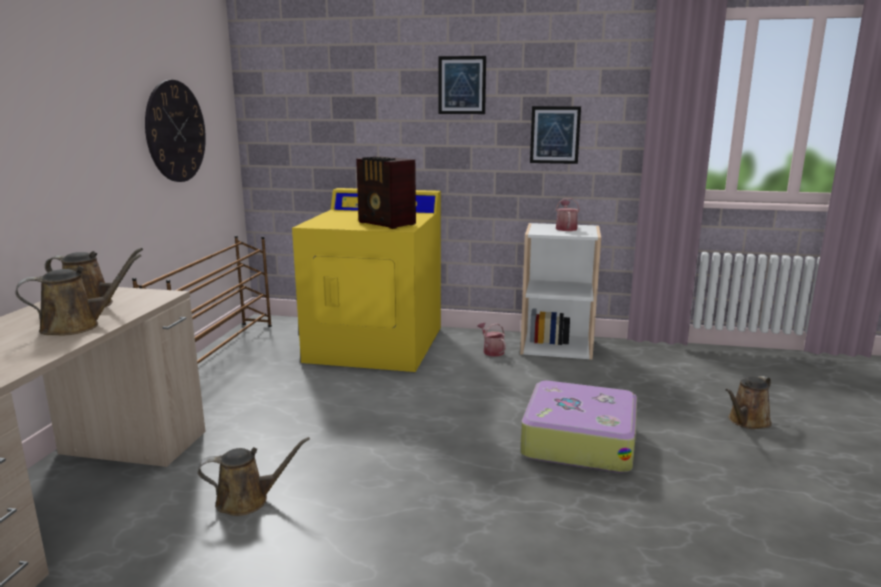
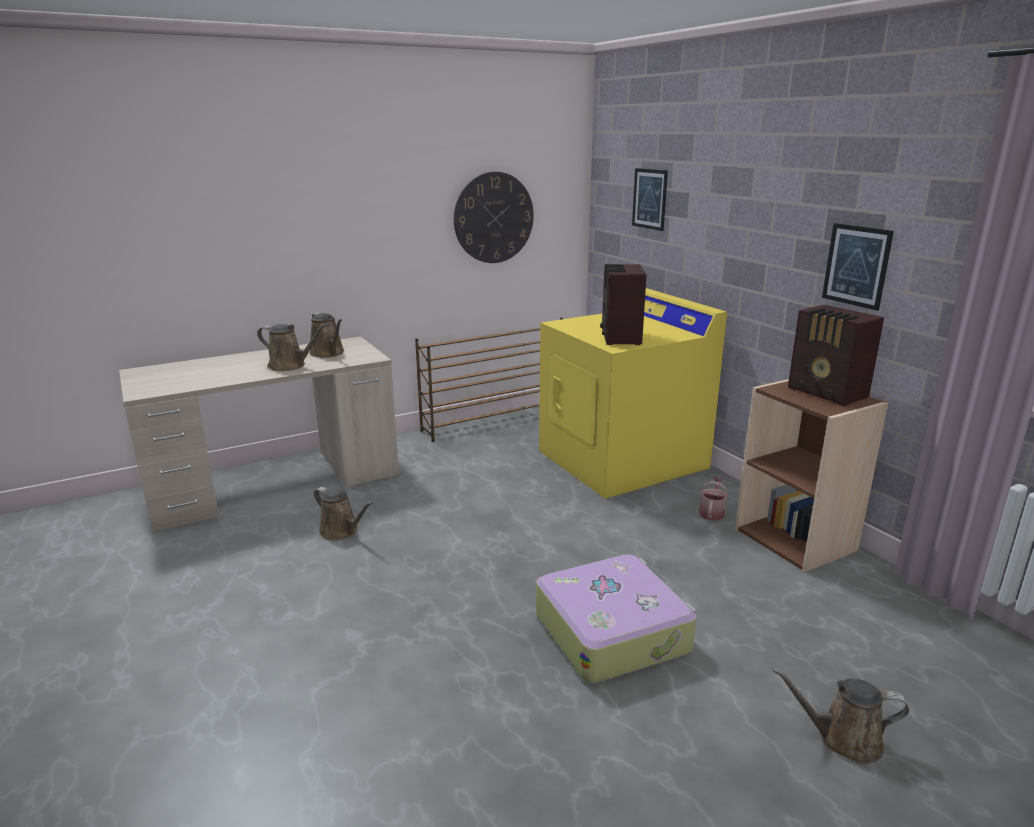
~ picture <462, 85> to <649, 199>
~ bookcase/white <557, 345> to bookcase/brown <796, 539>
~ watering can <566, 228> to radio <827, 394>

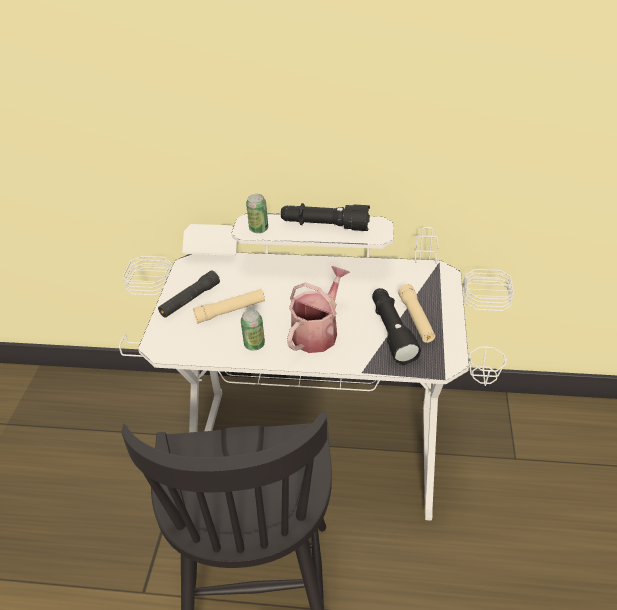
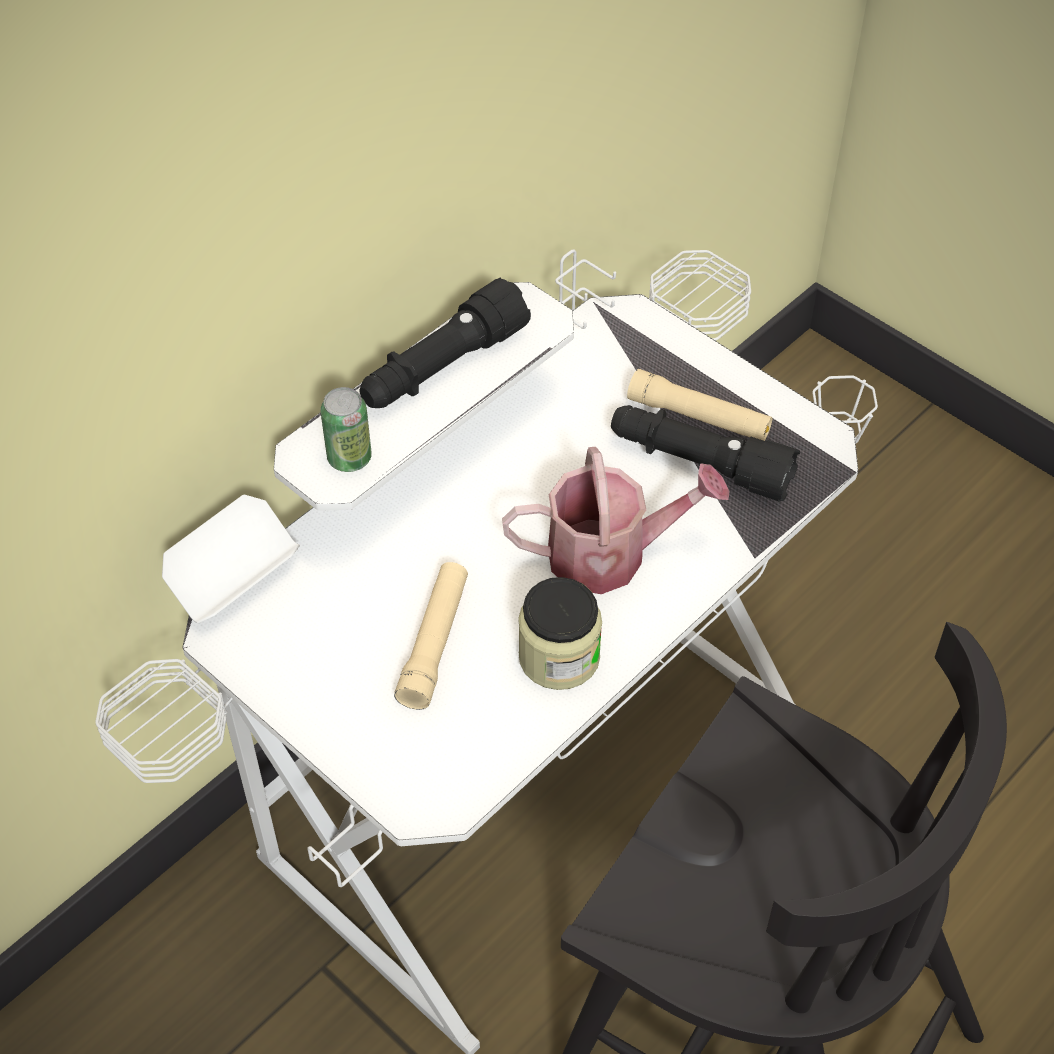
~ watering can <318, 332> = <610, 554> 105 degrees clockwise
~ can <254, 344> to jar <559, 657>
- flashlight/black <190, 300>

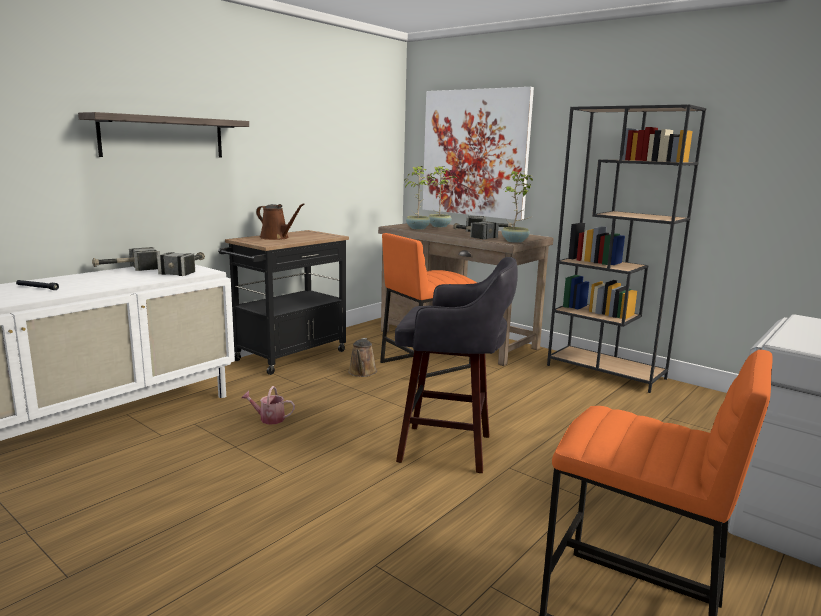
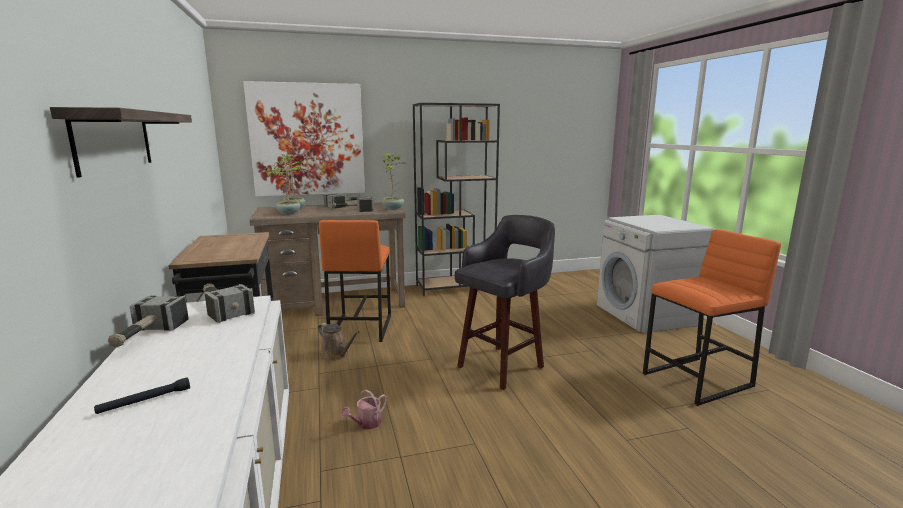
- watering can/brown <276, 238>

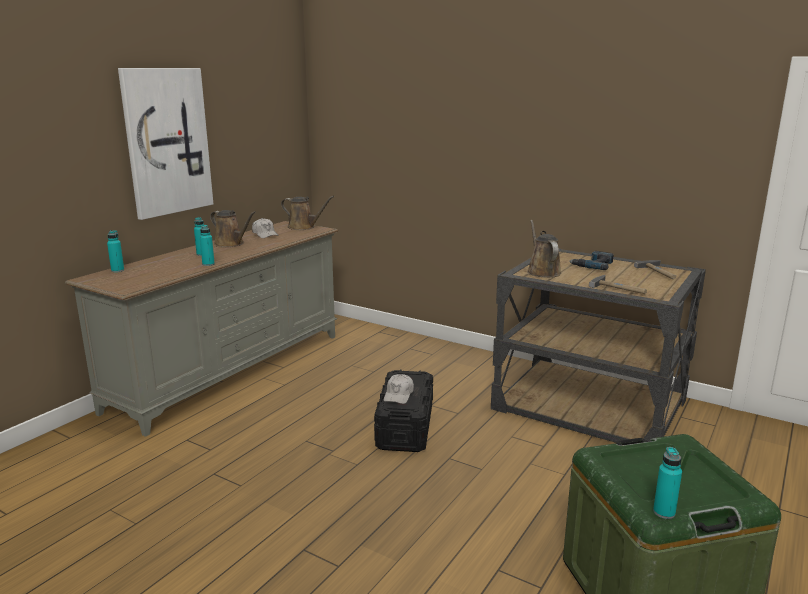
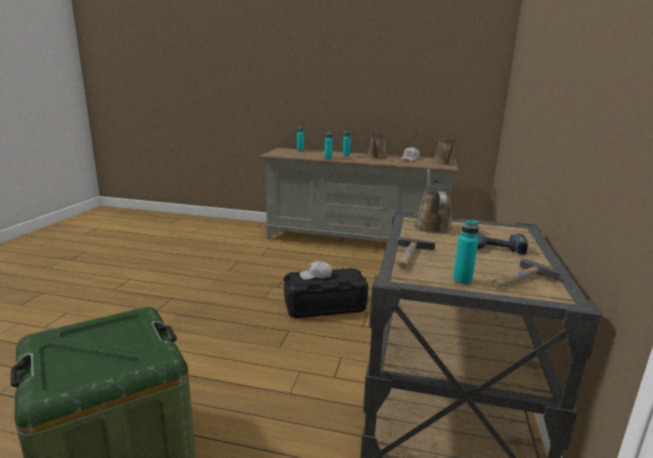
~ watering can/brown <542, 271> = <431, 226> 60 degrees counterclockwise
~ bottle/turquoise <664, 512> to <462, 280>
- picture <167, 142>

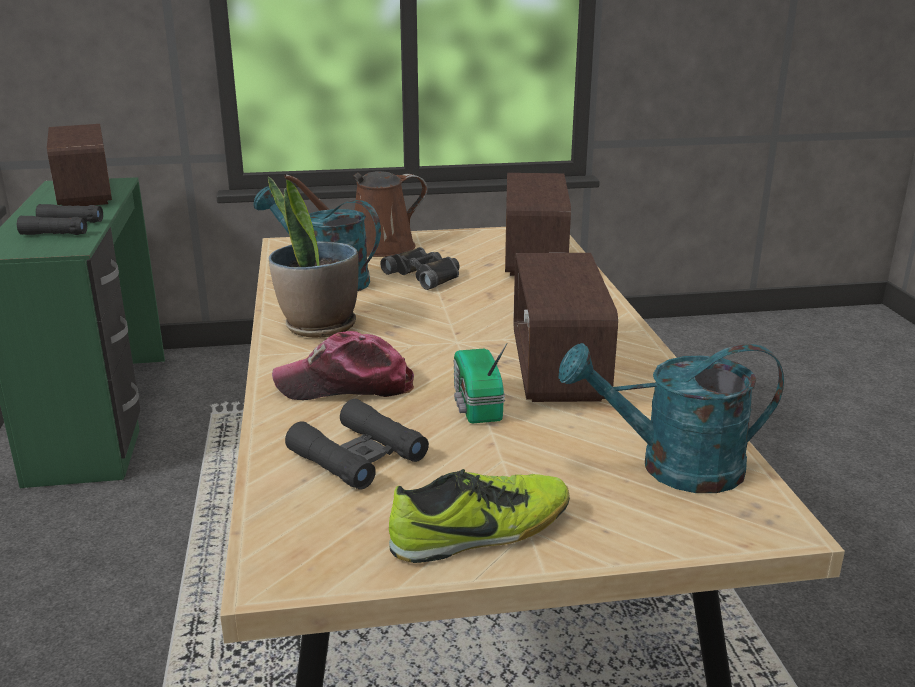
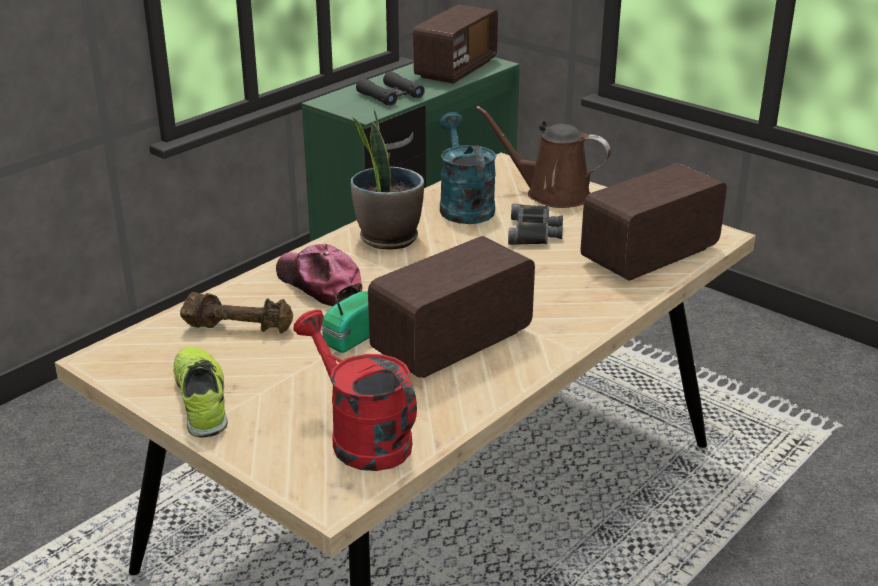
~ shoe <481, 533> = <202, 400> 135 degrees counterclockwise
~ binoculars/black <358, 456> to dumbbell/brown <239, 327>
~ watering can/turquoise <673, 467> to watering can/red <361, 437>

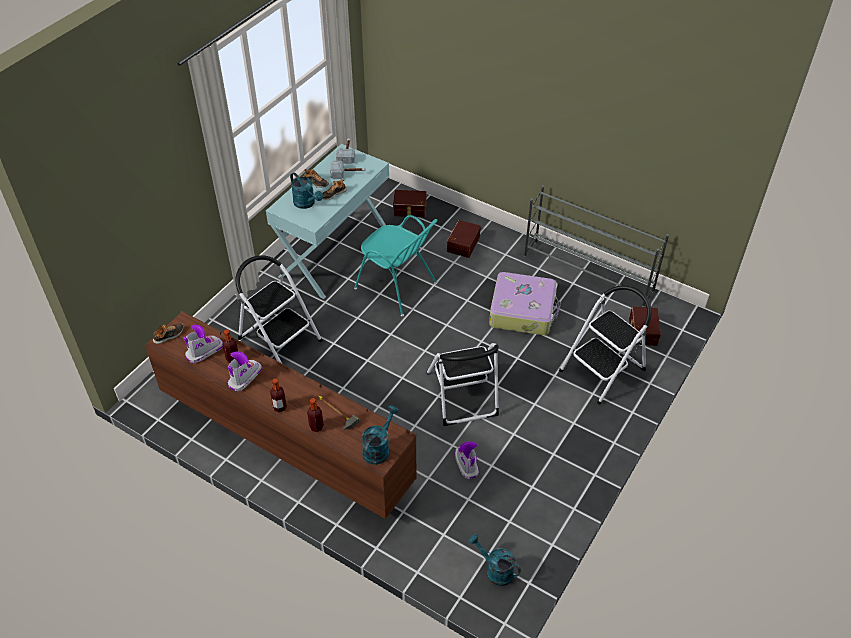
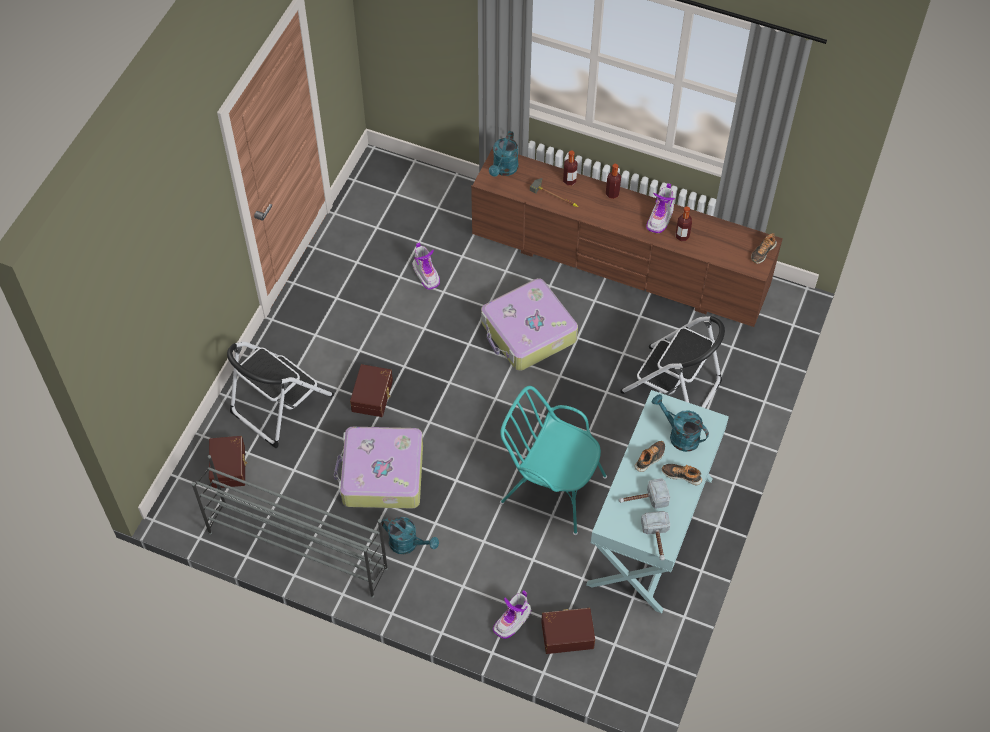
~ storage box/brown <462, 244> to <373, 396>
~ watering can/turquoise <495, 570> to <408, 544>
+ suitcase <528, 333>
~ boot <204, 351> to <512, 620>
- step ladder <462, 396>

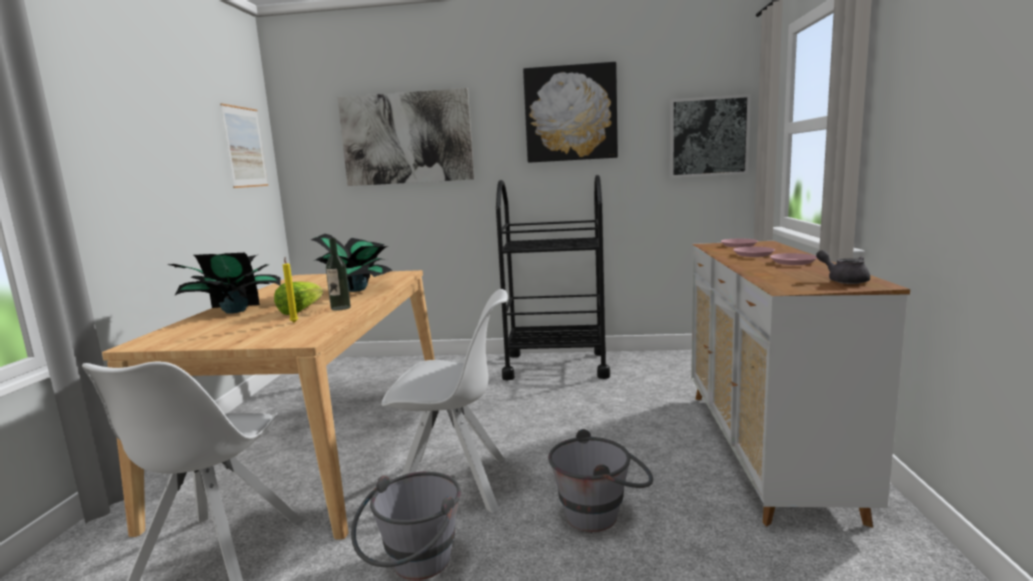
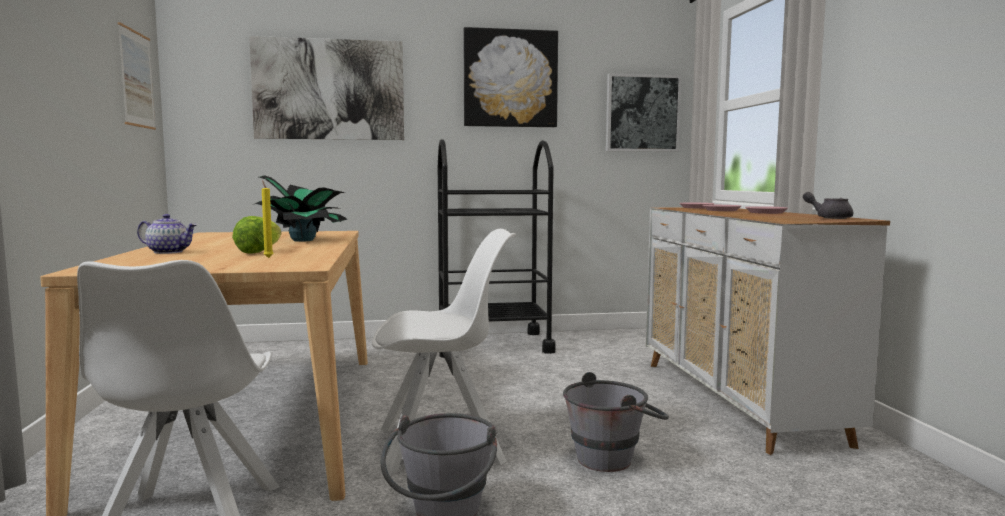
~ potted plant <234, 311> to teapot <169, 252>
- bottle <340, 308>

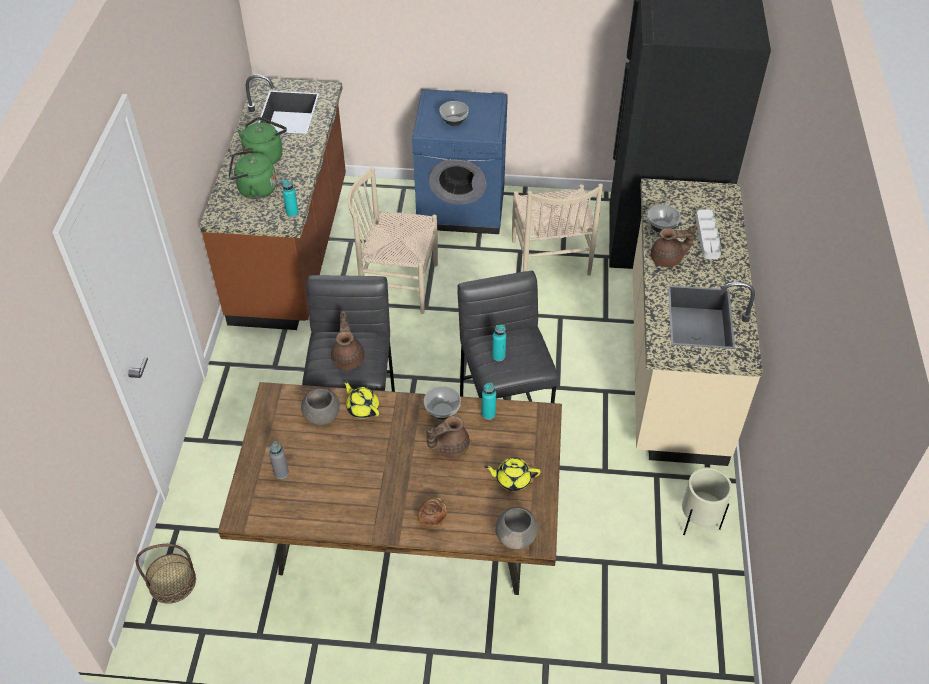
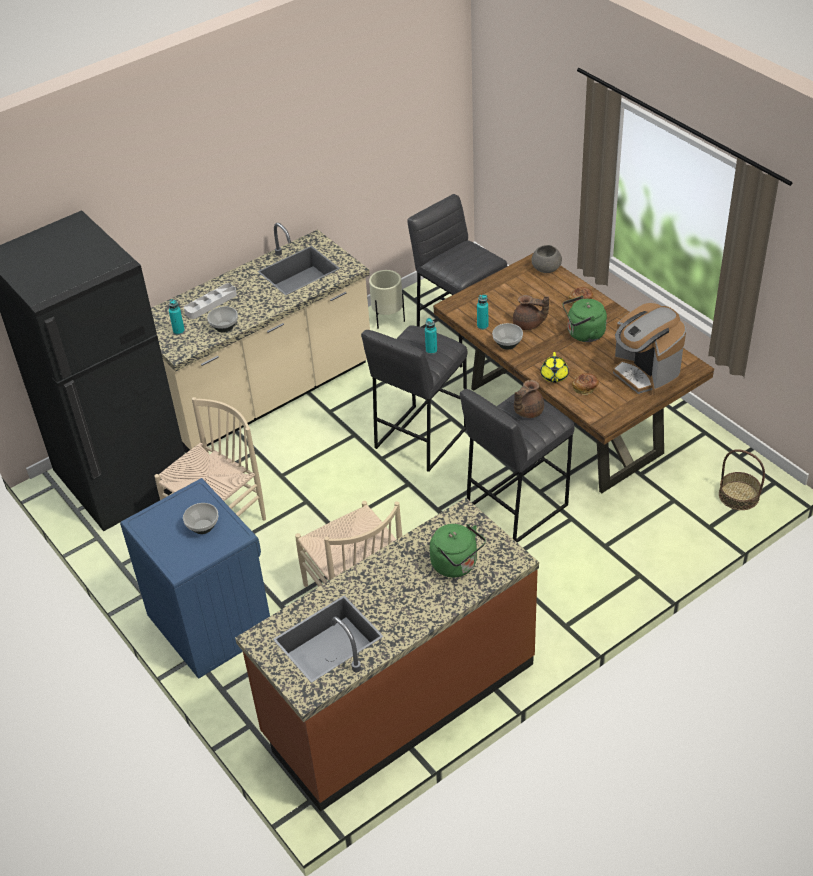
~ bottle/turquoise <292, 213> to <179, 331>
+ stool/grey <459, 337>
~ kettle/green <265, 156> to <583, 334>
~ bowl/grey <322, 416> to bread <585, 388>
~ bottle/grey <281, 473> to coffee machine <645, 373>
- teapot/yellow <512, 479>
- teapot/brown <668, 259>

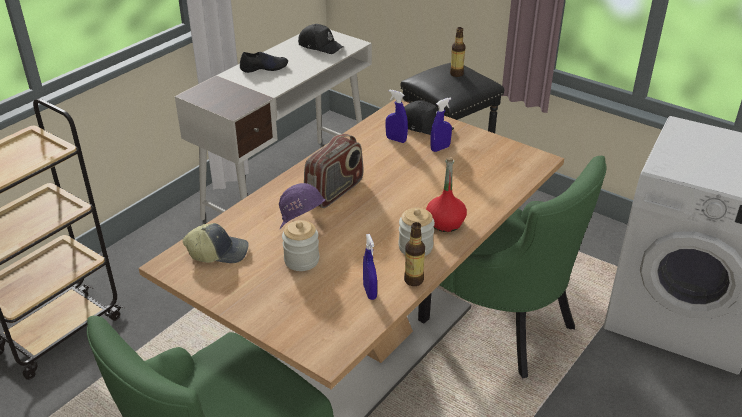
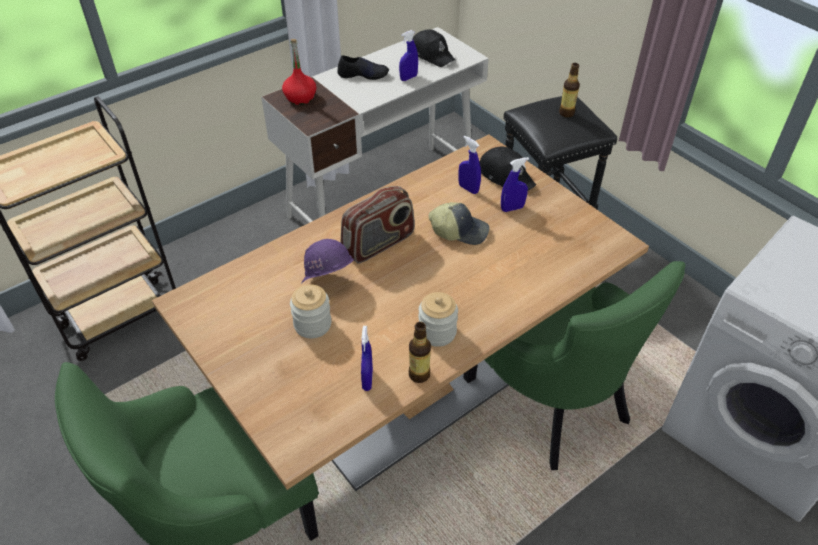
~ bottle/red <445, 223> to <300, 98>
+ spray bottle/blue <408, 78>
~ cap <218, 252> to <459, 230>

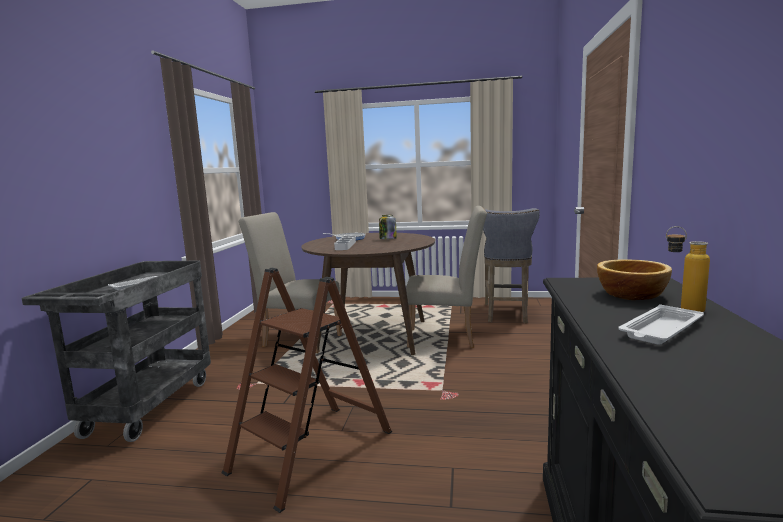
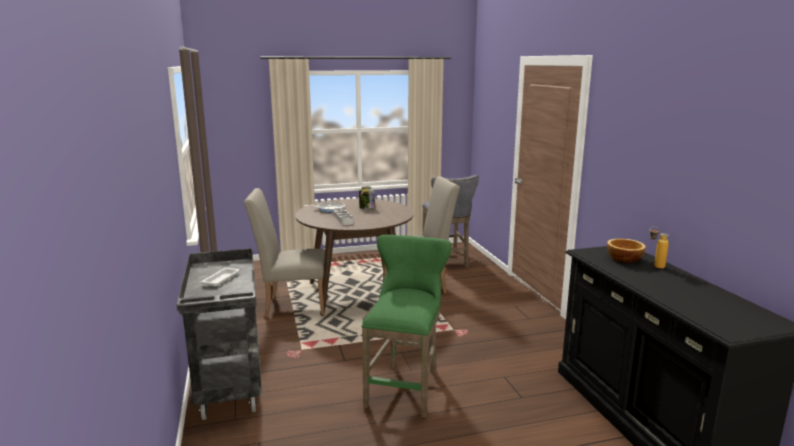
~ step ladder/brown <314, 450> to stool/green <406, 386>
- tray/white <660, 330>

